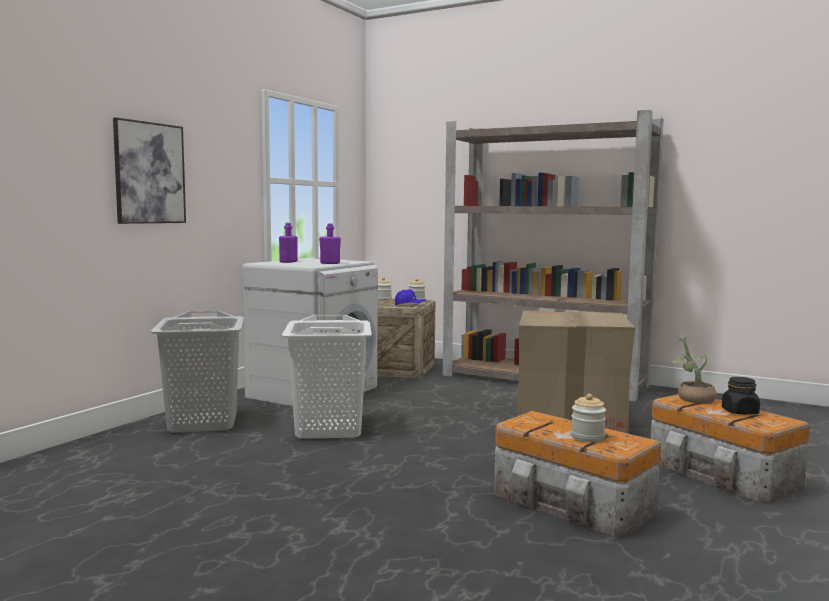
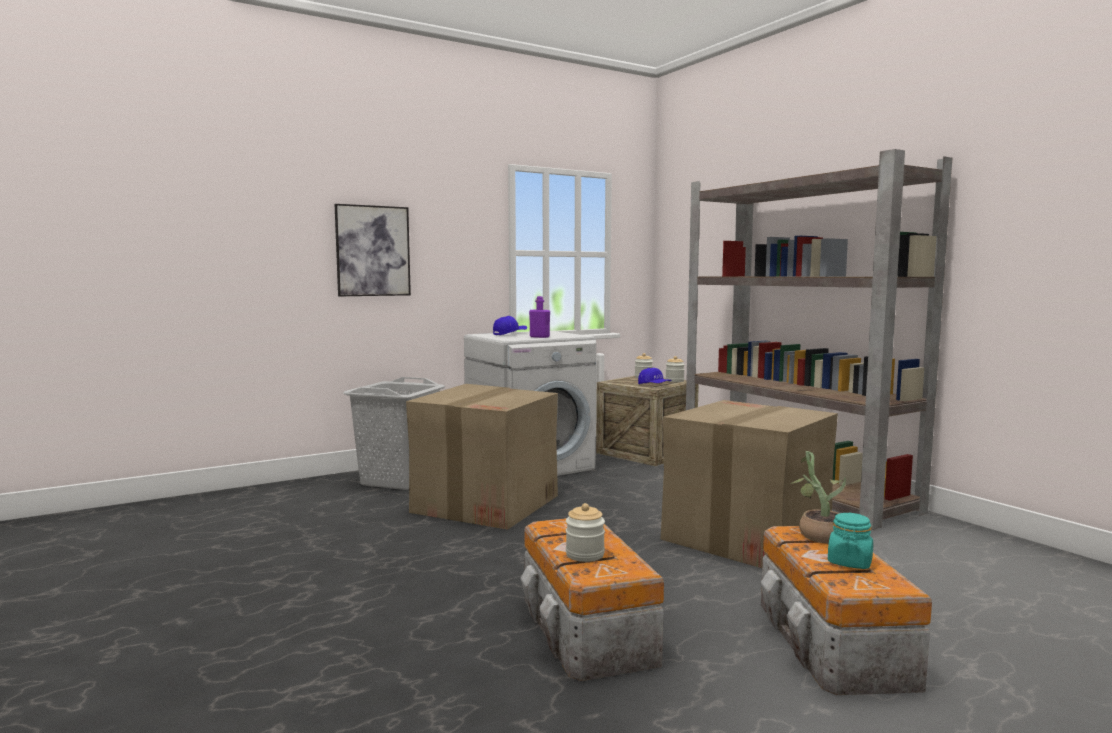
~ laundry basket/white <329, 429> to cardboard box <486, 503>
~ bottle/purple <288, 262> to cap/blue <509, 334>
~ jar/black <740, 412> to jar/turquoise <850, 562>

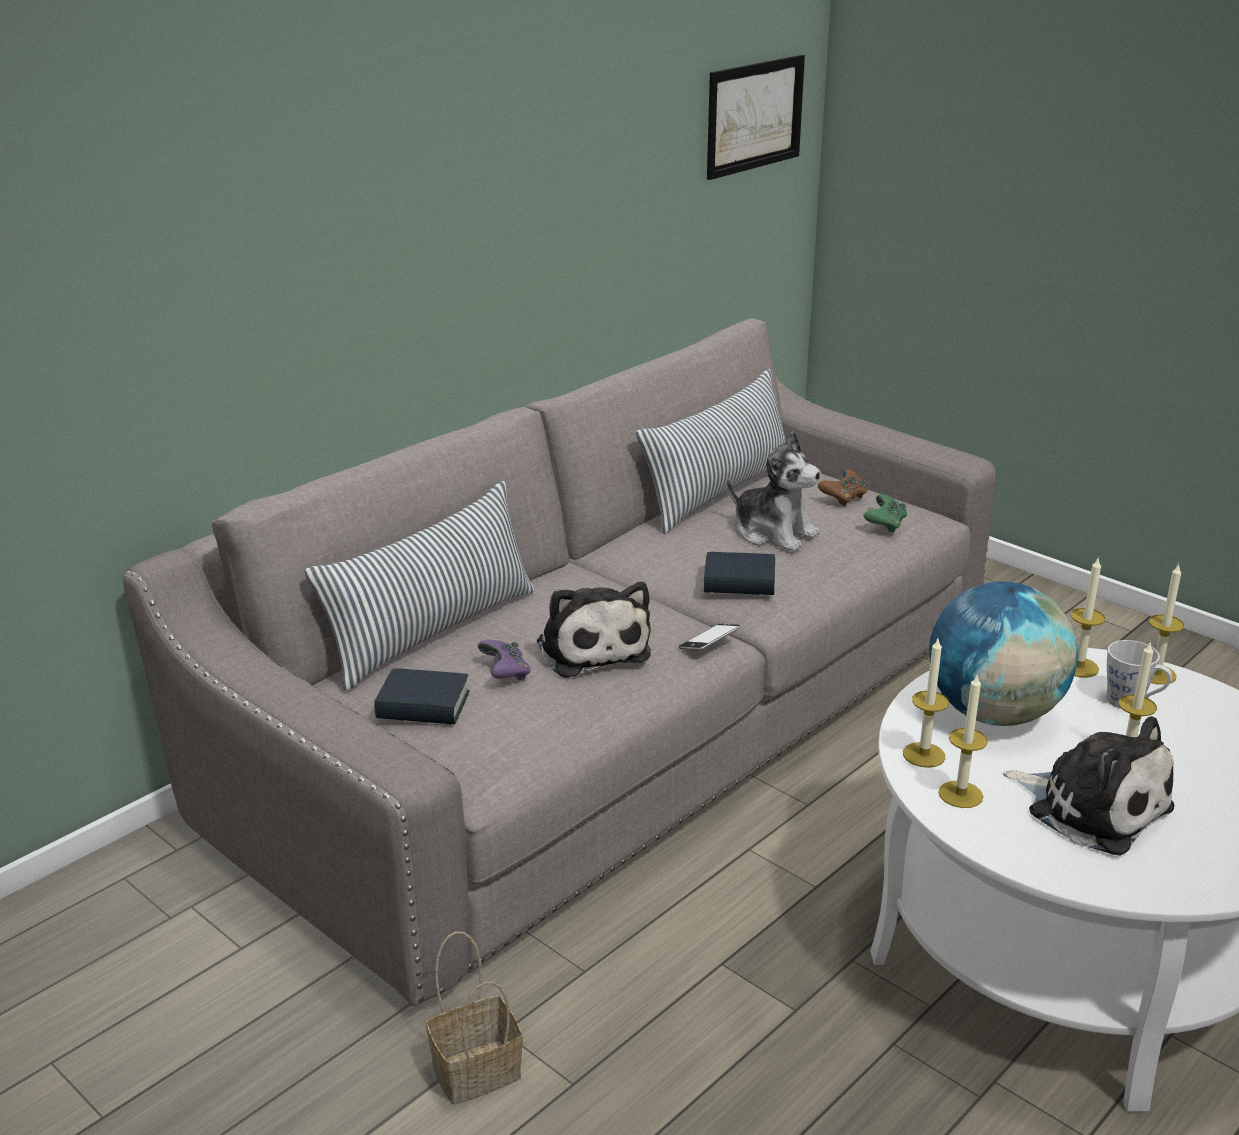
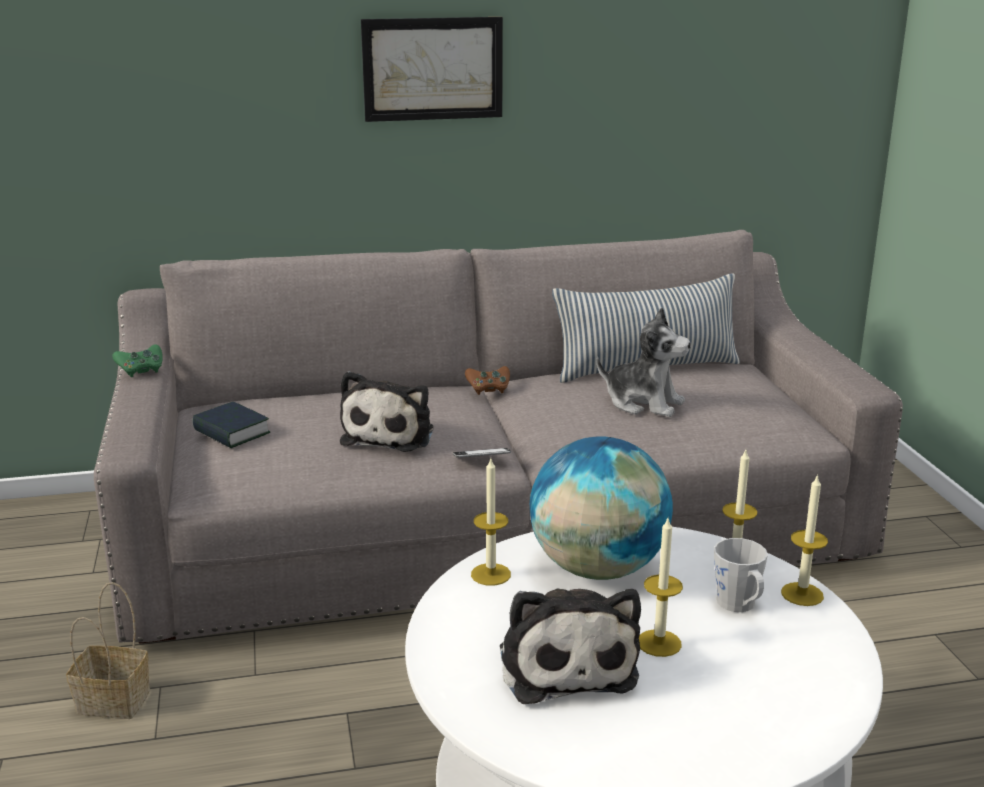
~ game controller/green <885, 525> to <141, 371>
~ picture <754, 116> to <433, 69>
~ game controller/brown <843, 498> to <488, 390>
~ plush toy <774, 533> = <644, 403> 45 degrees counterclockwise
- pillow <432, 632>
- game controller/purple <505, 674>
- book <739, 582>
- candle <960, 794>

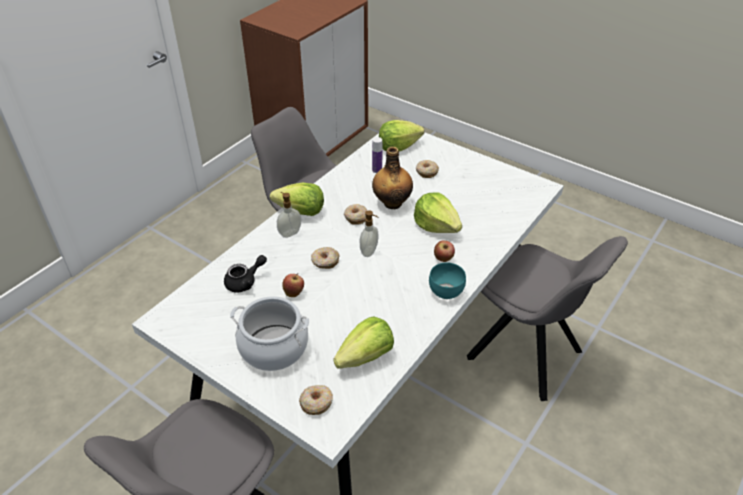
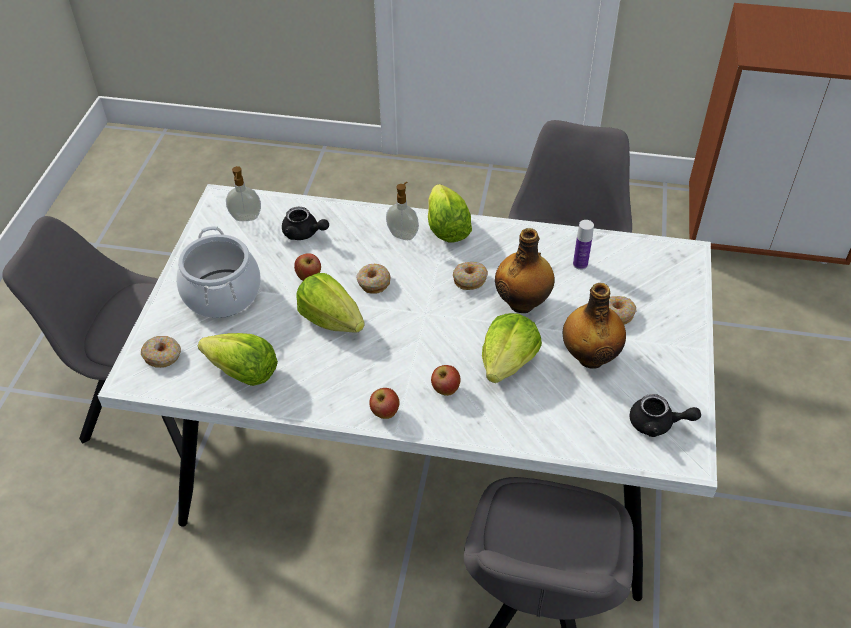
~ soap dispenser <369, 252> to <246, 218>
~ lettuce <398, 147> to <331, 320>
~ bowl/turquoise <447, 292> to apple <385, 413>
+ bottle <590, 356>
+ teapot/black <657, 424>

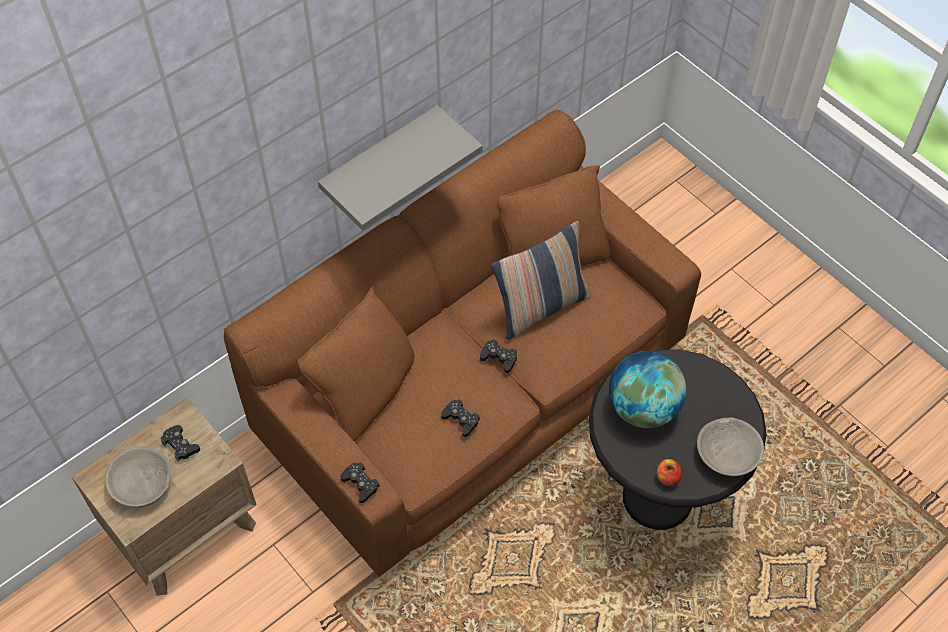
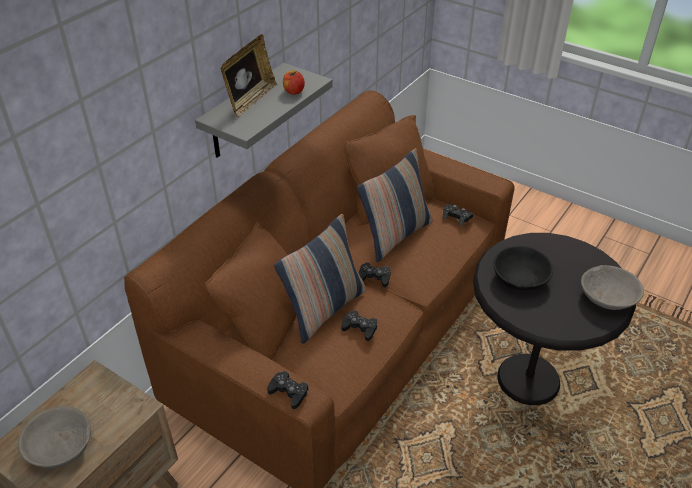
+ picture frame <250, 100>
+ pillow <324, 309>
~ apple <667, 477> to <294, 91>
~ game controller/black <180, 445> to <457, 217>
~ globe <643, 408> to bowl/black <520, 278>

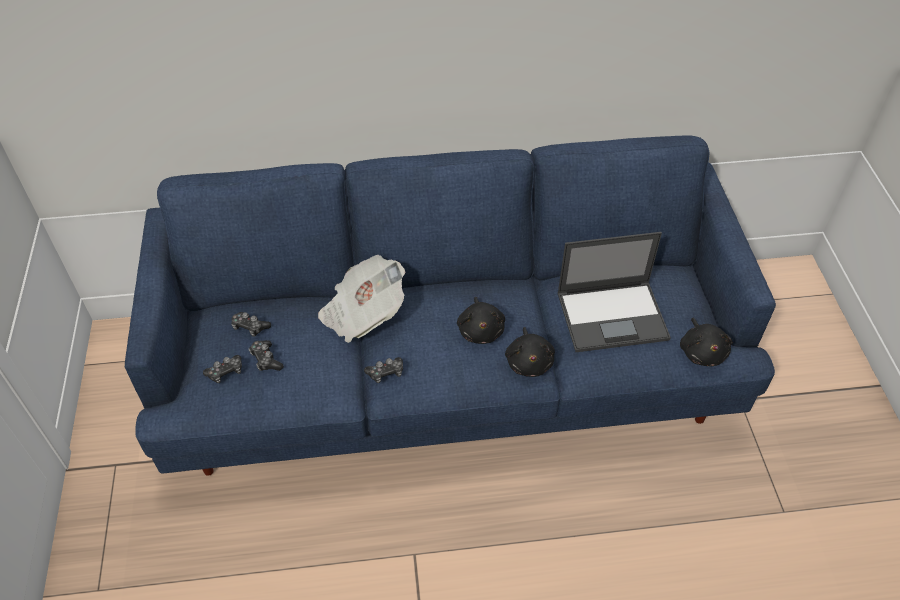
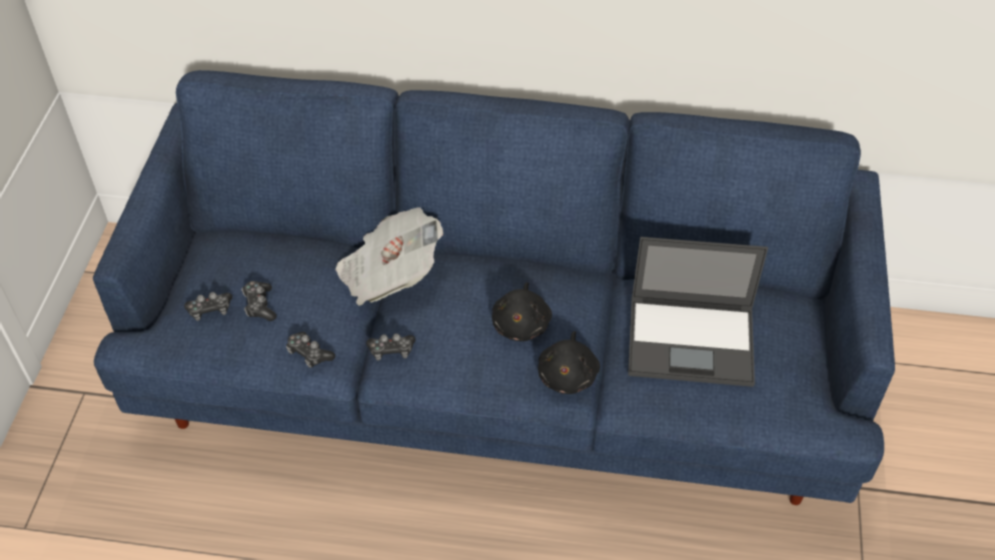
~ game controller <250, 327> to <309, 354>
- plush toy/black <702, 351>

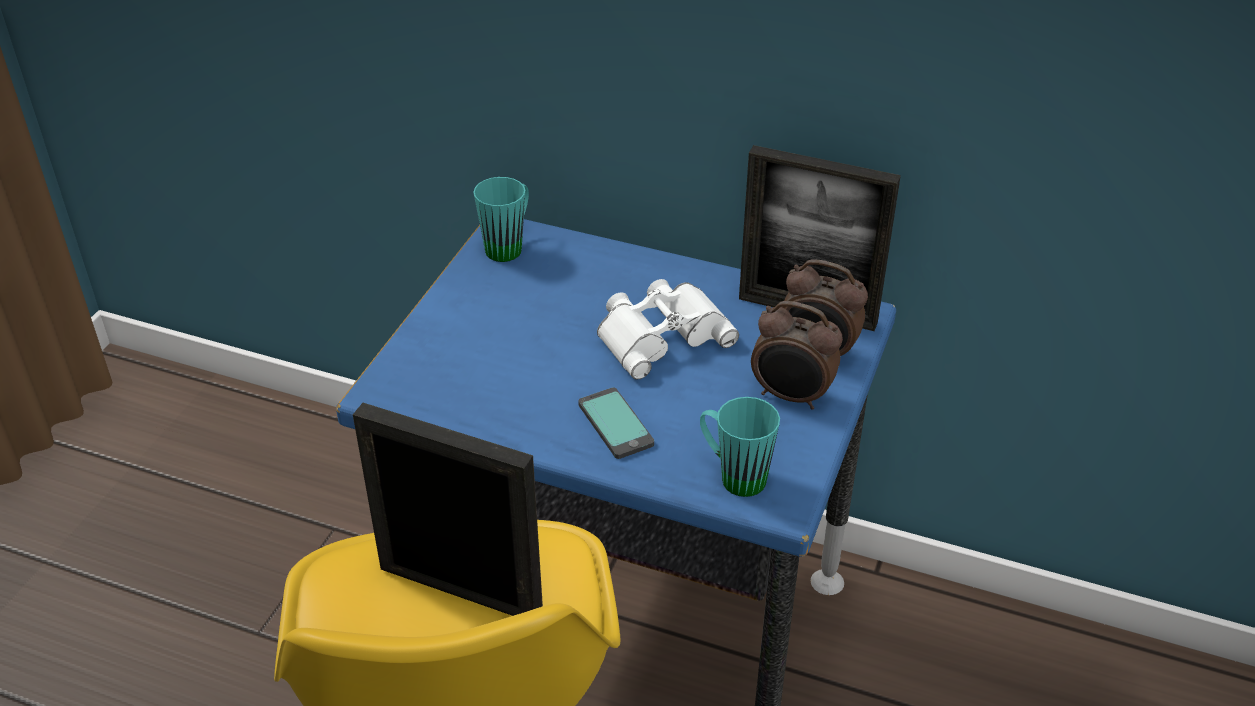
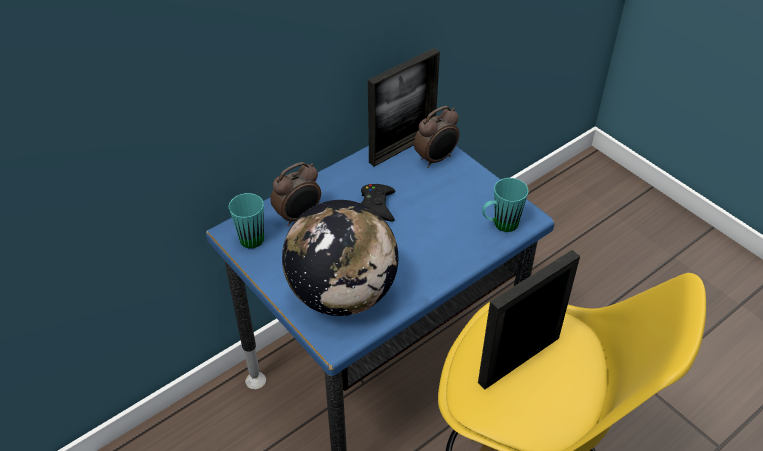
~ alarm clock <791, 396> to <299, 216>
+ globe <342, 294>
~ binoculars/white <661, 333> to game controller/black <377, 206>
- phone <616, 424>

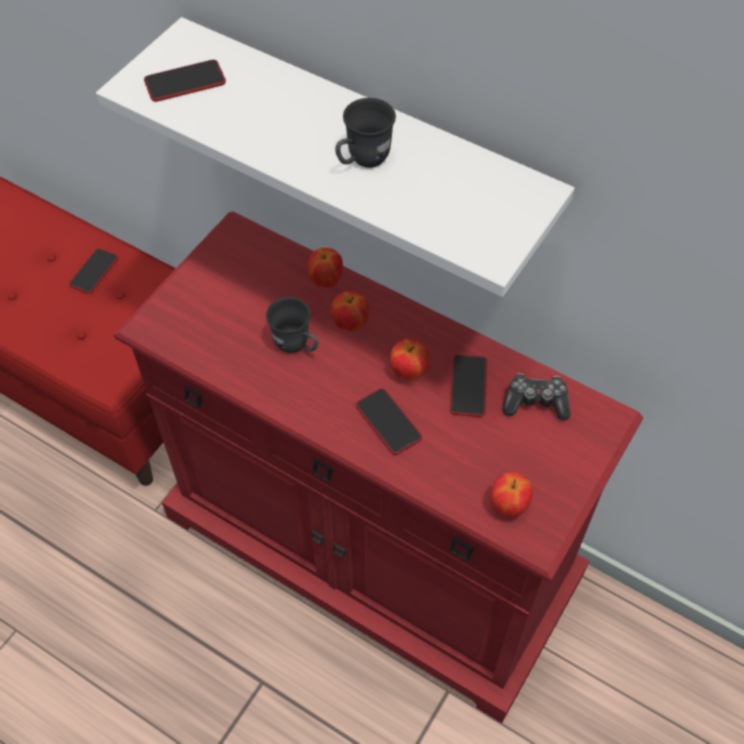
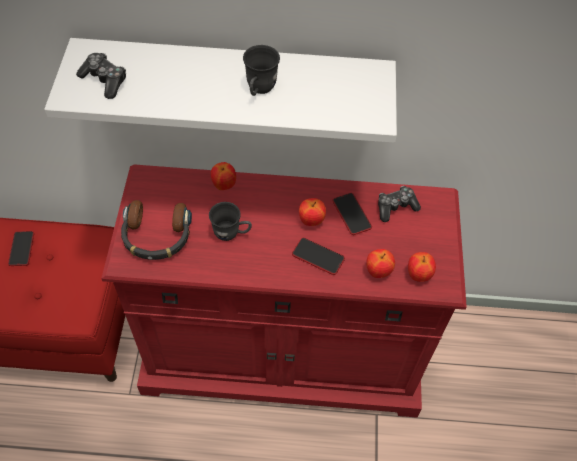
~ phone <185, 82> to game controller <105, 80>
+ headphones <156, 236>
~ apple <350, 324> to <378, 271>

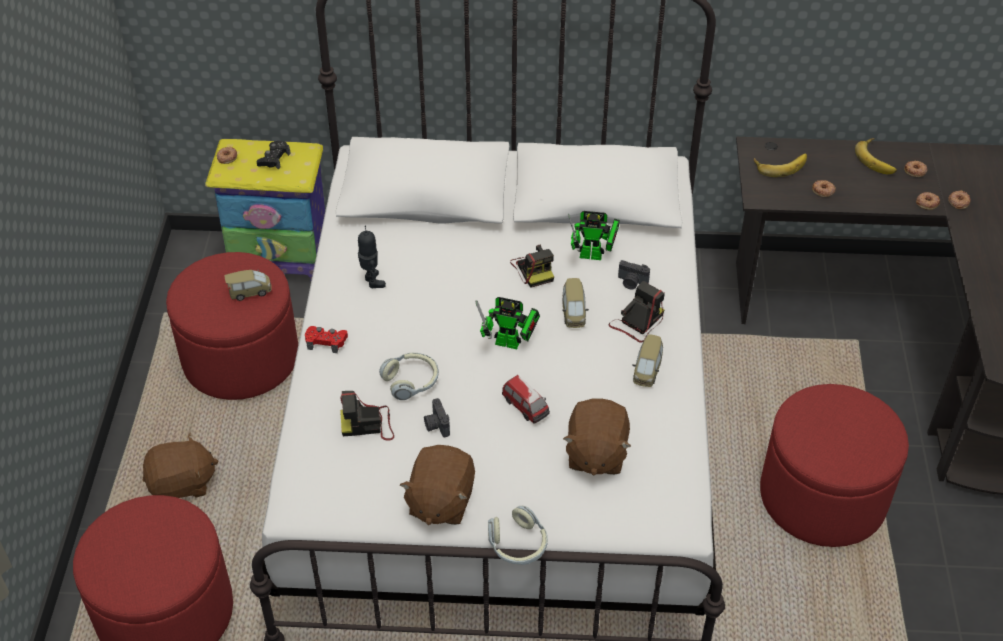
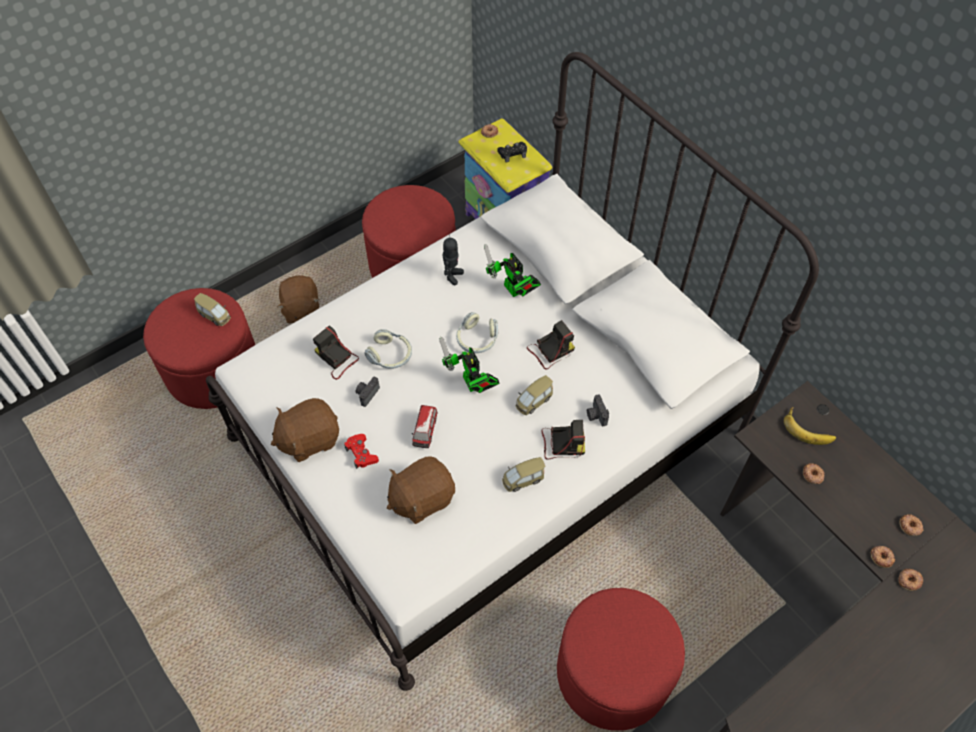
~ toy car <250, 291> to <214, 315>
~ plush toy/brown <182, 484> = <301, 310> 45 degrees clockwise
~ game controller/red <326, 341> to <361, 453>
~ headphones <518, 545> to <477, 339>
~ toy robot <594, 256> to <514, 291>
~ photo camera <533, 269> = <550, 351> 150 degrees counterclockwise
- banana <877, 159>

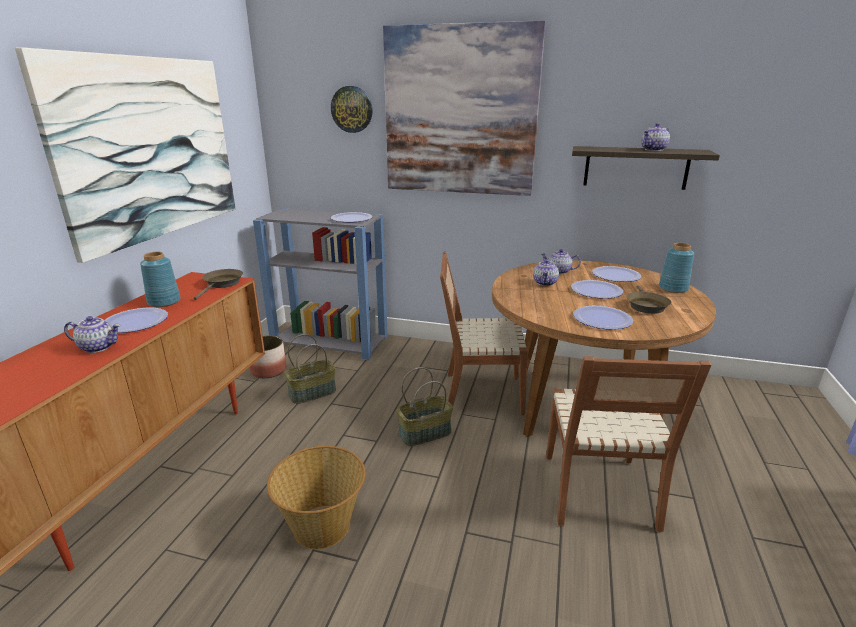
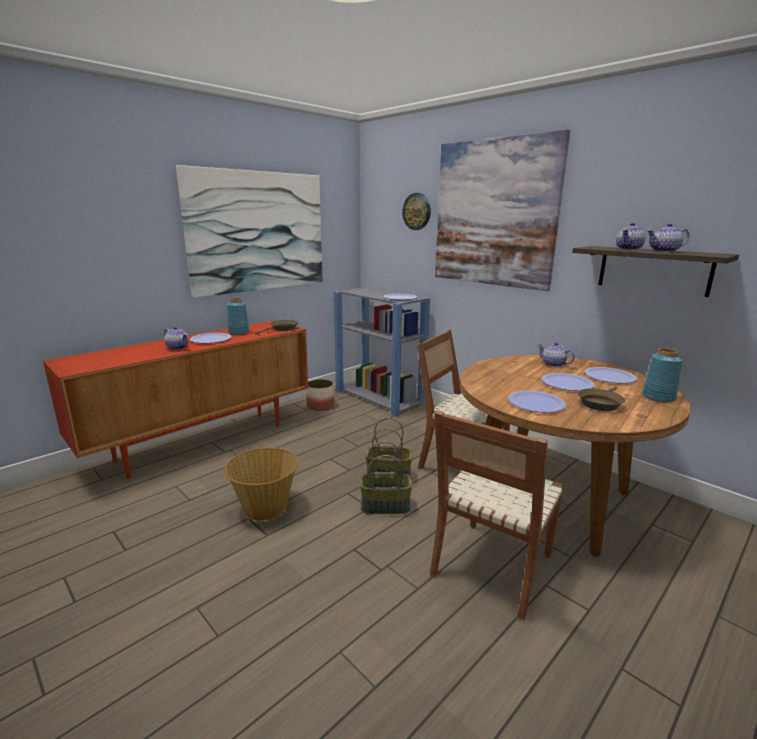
~ basket <312, 392> to <386, 505>
~ teapot <545, 283> to <629, 249>

